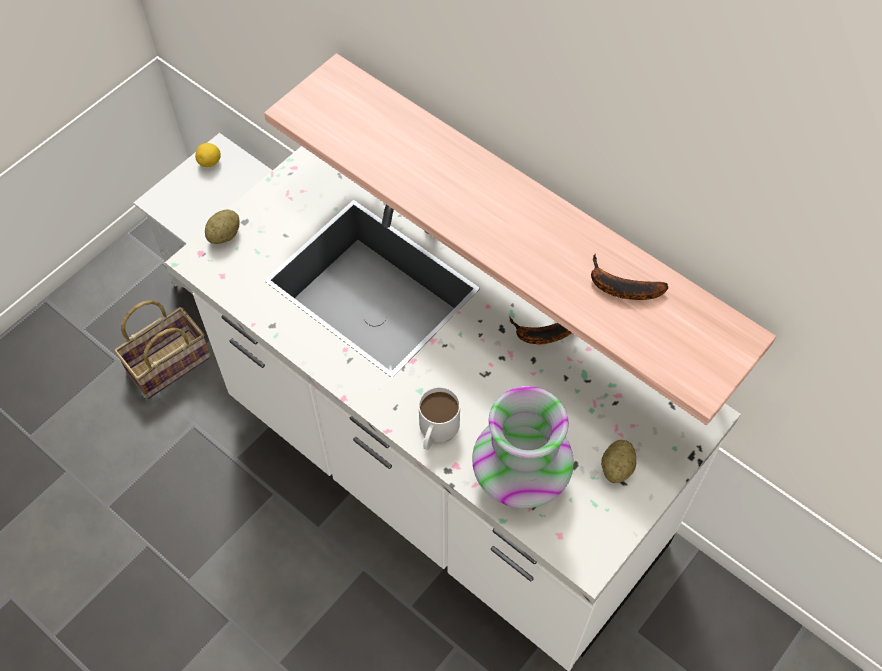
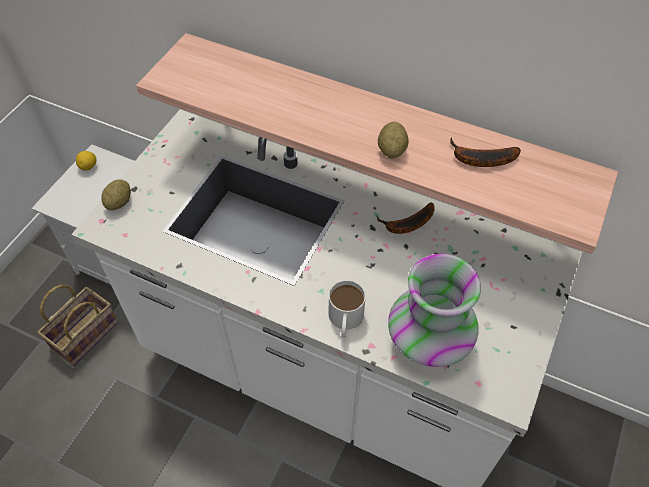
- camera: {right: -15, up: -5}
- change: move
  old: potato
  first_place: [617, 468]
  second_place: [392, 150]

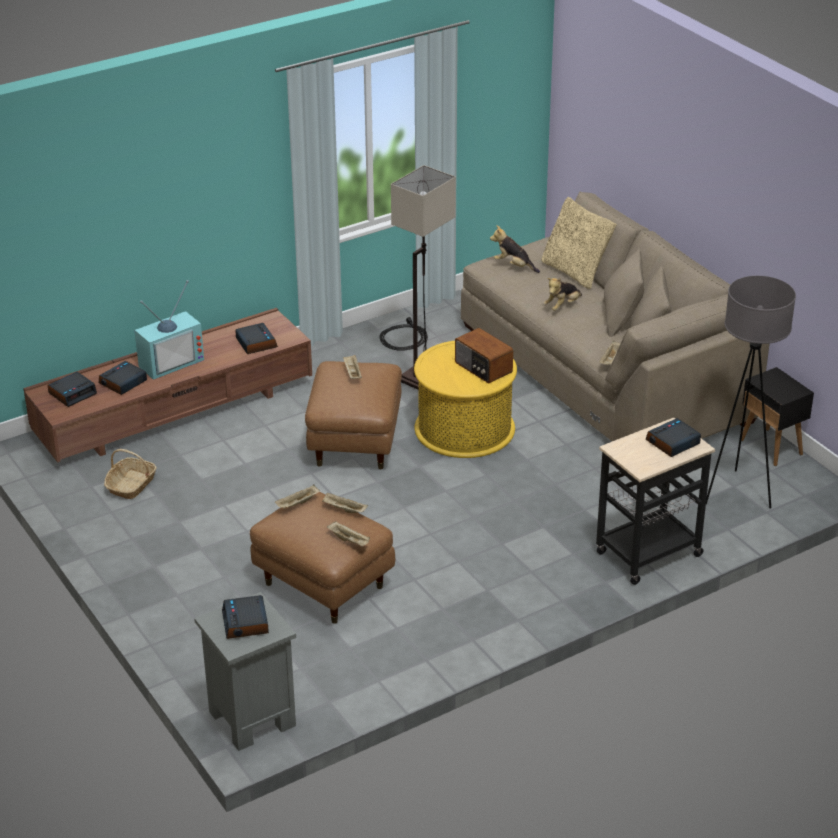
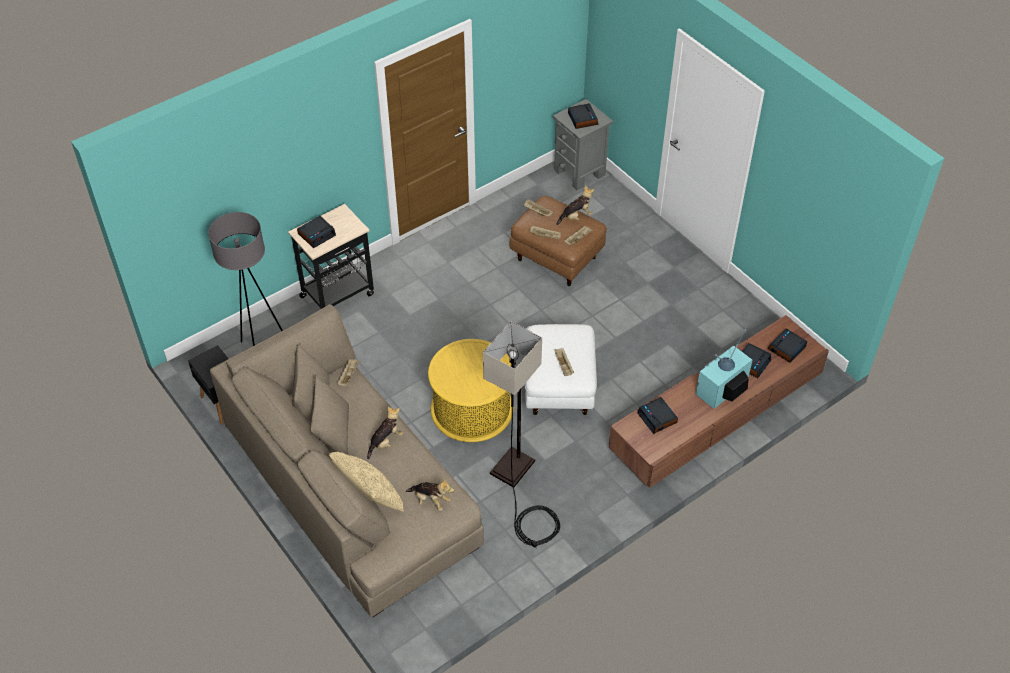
- camera: {right: 175, up: 15}
- change: delete
  old: storage basket
  first_place: [131, 485]
- change: delete
  old: radio receiver
  first_place: [483, 368]
- change: insert
  new: soft toy
  second_place: [576, 217]
- change: recolor
  old: brown-coloured pouffe
  new: white-coloured pouffe
  first_place: [355, 442]
  second_place: [559, 389]

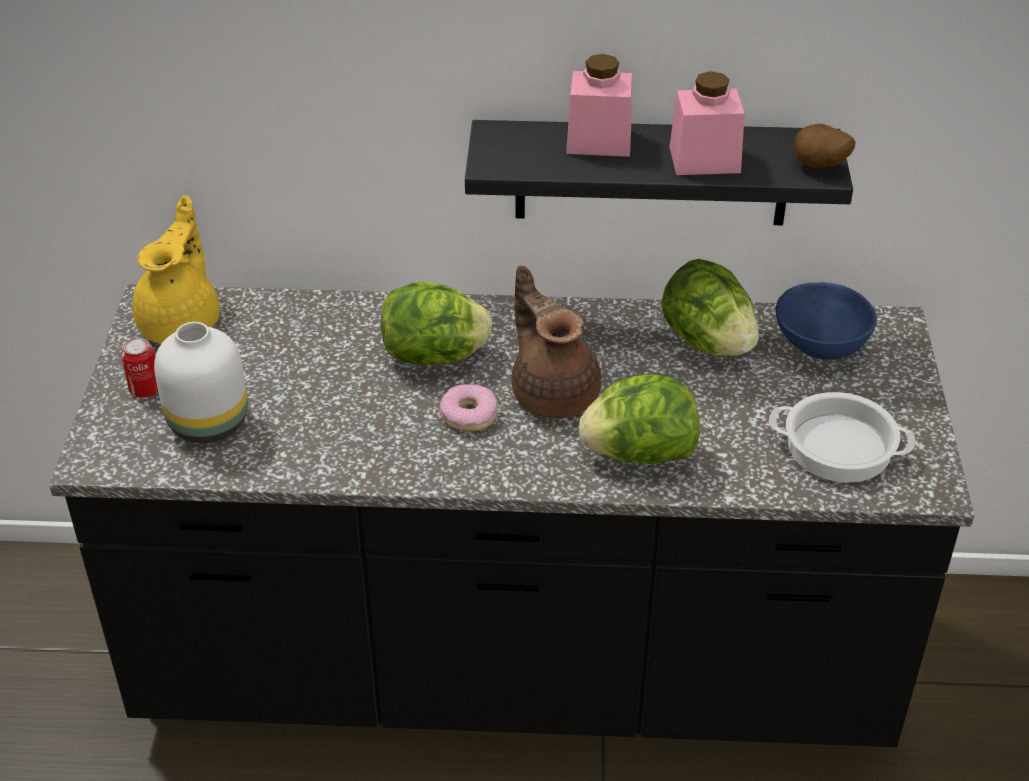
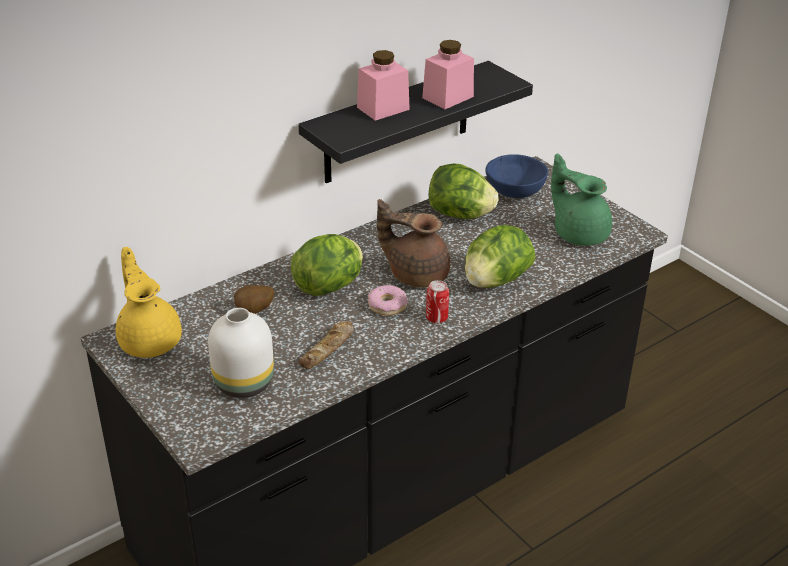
- camera: {right: -40, up: -5}
- change: insert
  new: bread
  second_place: [328, 349]
- change: move
  old: sealed can
  first_place: [145, 389]
  second_place: [436, 318]
- change: move
  old: potato
  first_place: [819, 167]
  second_place: [254, 312]
- change: replace
  old: saucepot
  new: greenish teapot
  first_place: [840, 446]
  second_place: [579, 233]

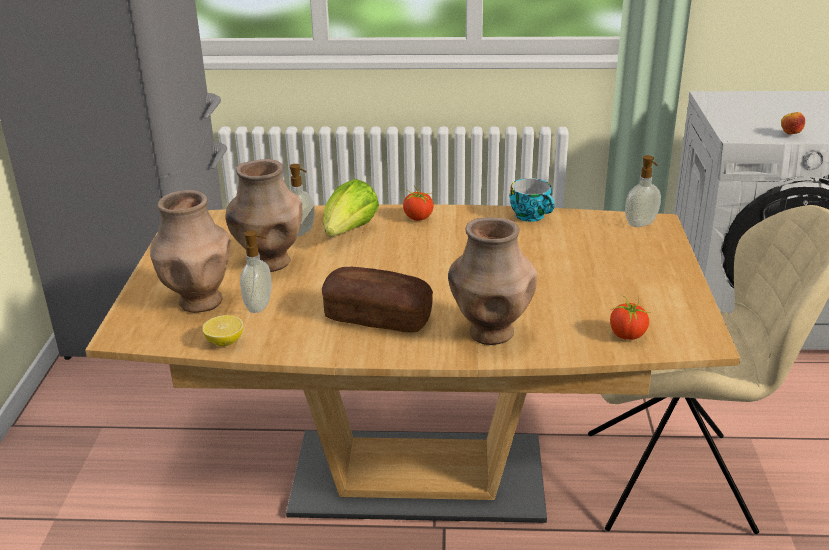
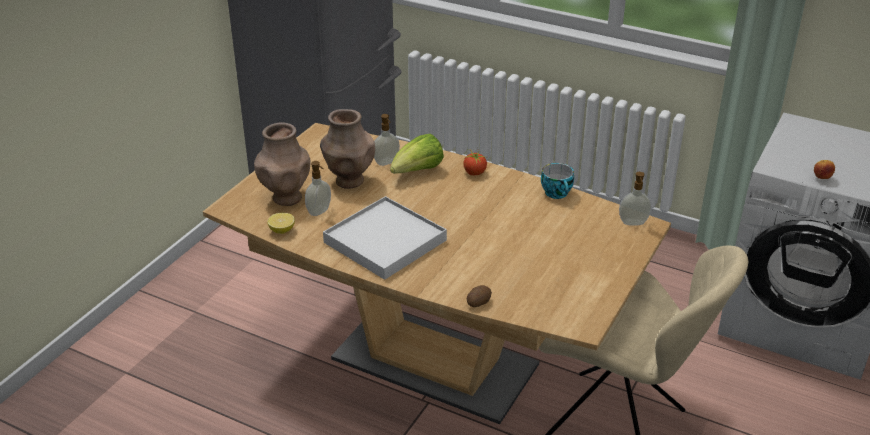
- camera: {right: 25, up: 5}
- change: delete
  old: brown-coloured flower vase
  first_place: [490, 333]
- change: delete
  old: tomato
  first_place: [627, 335]
- change: insert
  new: potato
  second_place: [478, 302]
- change: replace
  old: bread
  new: white-coloured serving tray
  first_place: [378, 317]
  second_place: [385, 241]

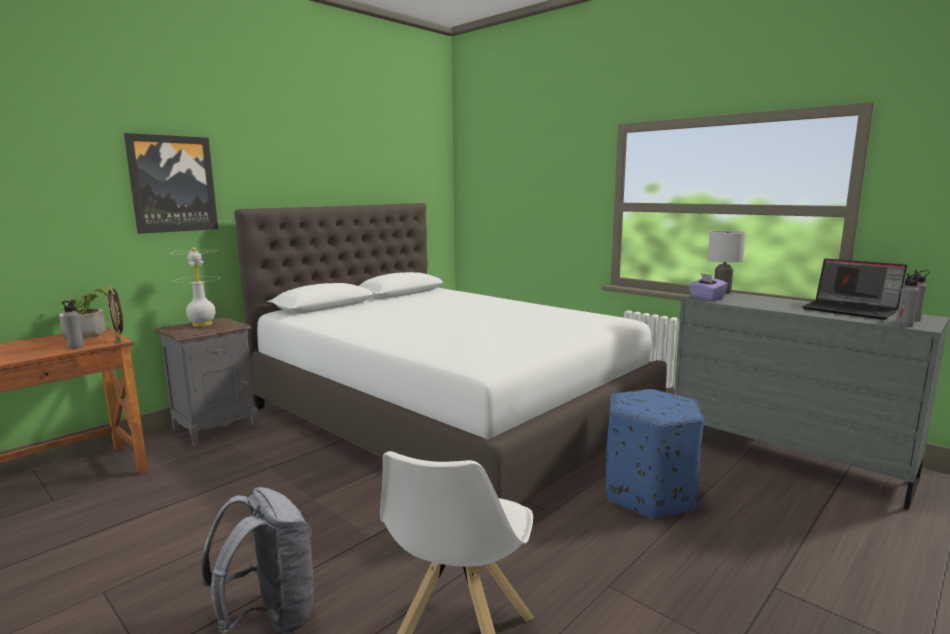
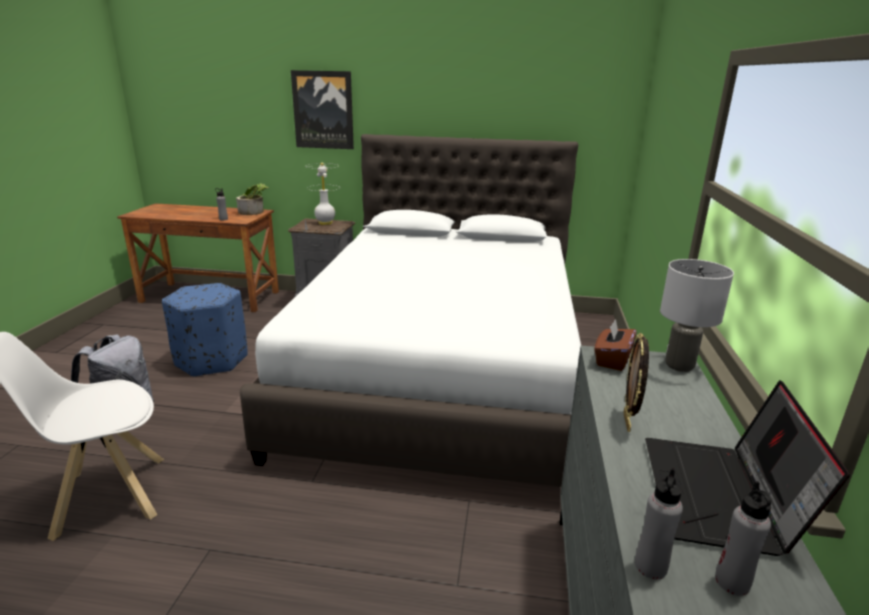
- camera: {right: 55, up: 10}
- change: move
  old: standing frame
  first_place: [119, 340]
  second_place: [628, 422]
- change: move
  old: blue pouffe
  first_place: [648, 494]
  second_place: [212, 360]
- change: recolor
  old: purple-coloured box of tissues
  new: brown-coloured box of tissues
  first_place: [706, 298]
  second_place: [612, 360]

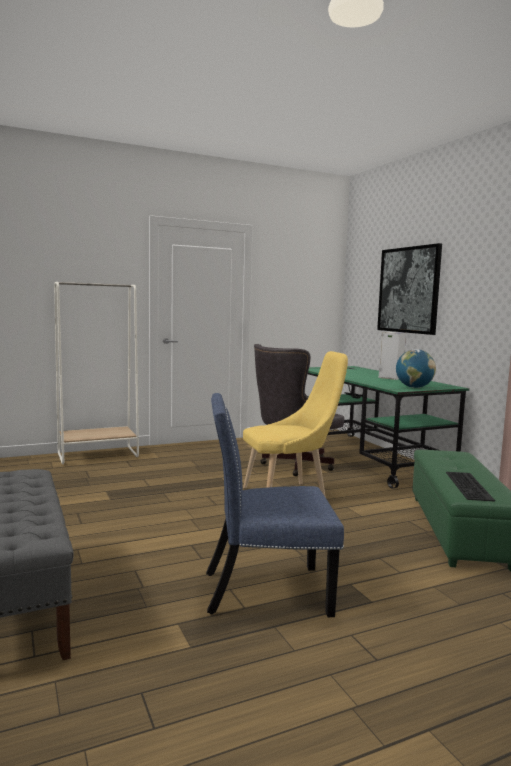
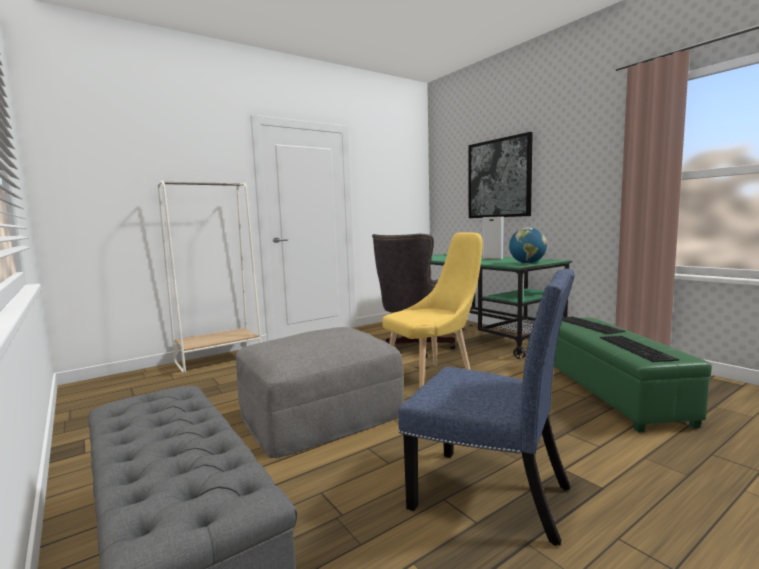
- camera: {right: -10, up: 0}
- change: insert
  new: grey pouffe
  second_place: [320, 414]
- change: insert
  new: computer keyboard
  second_place: [590, 325]
- change: rotate
  old: blue plain chair
  first_place: [269, 591]
  second_place: [488, 494]
  degrees: -135

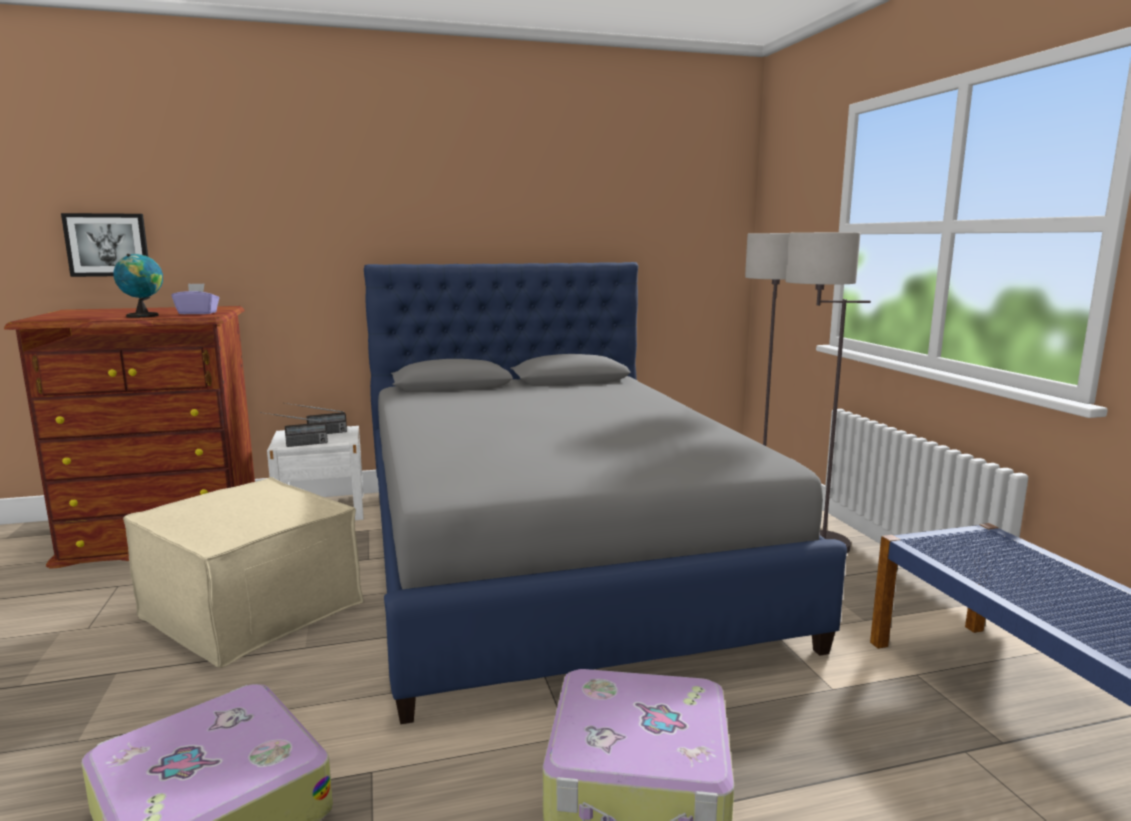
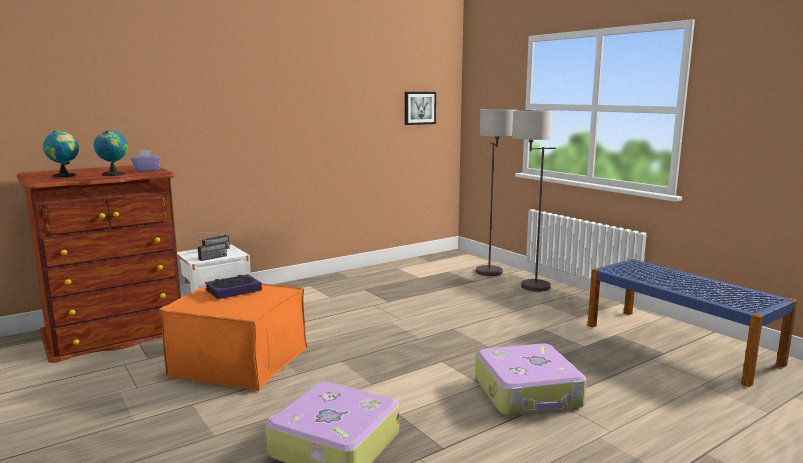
- camera: {right: -20, up: 0}
- change: delete
  old: grey sleeping bed
  first_place: [552, 554]
- change: insert
  new: desk globe
  second_place: [65, 176]
- change: insert
  new: bound book
  second_place: [233, 290]
- change: move
  old: wall picture
  first_place: [107, 245]
  second_place: [419, 108]
- change: recolor
  old: beige pouffe
  new: orange pouffe
  first_place: [253, 609]
  second_place: [240, 361]

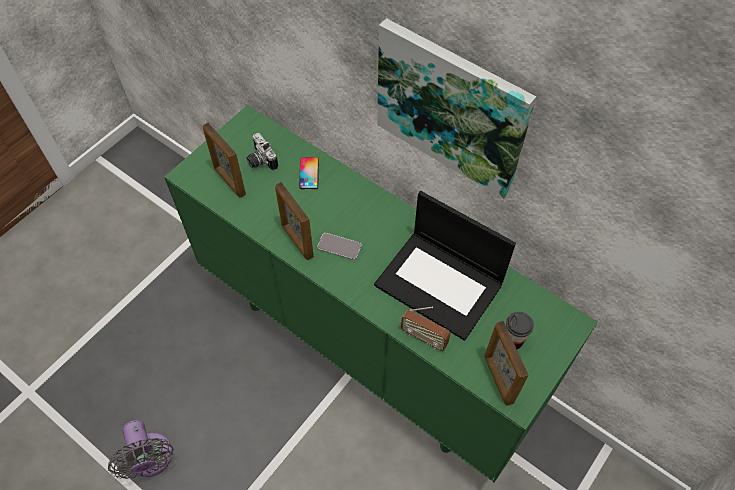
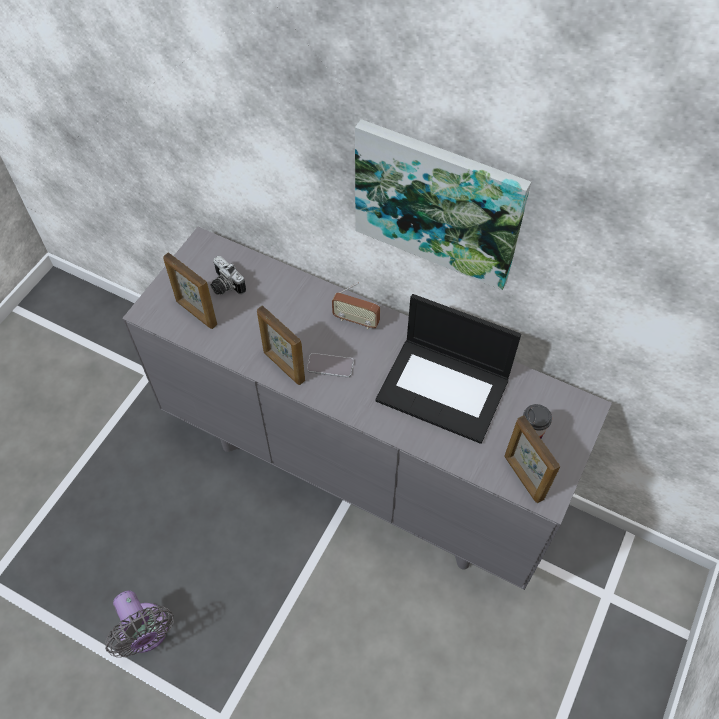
- camera: {right: -10, up: 0}
- change: delete
  old: handset
  first_place: [309, 173]
- change: move
  old: radio receiver
  first_place: [424, 337]
  second_place: [356, 320]
- change: recolor
  old: greenish drawer chest
  new: grey drawer chest
  first_place: [367, 346]
  second_place: [359, 470]

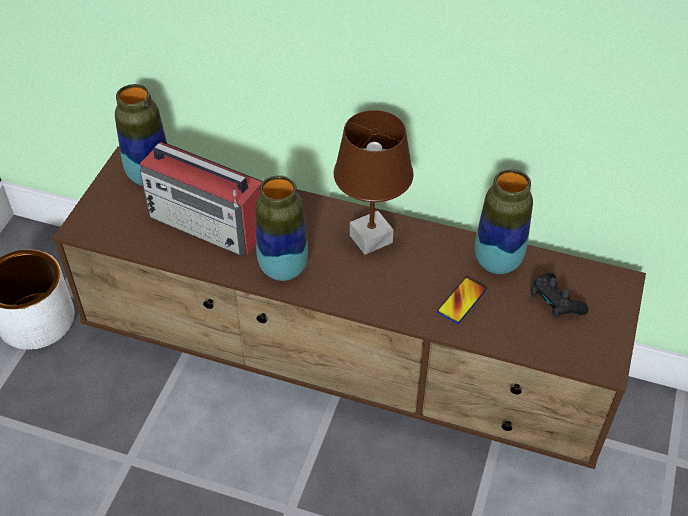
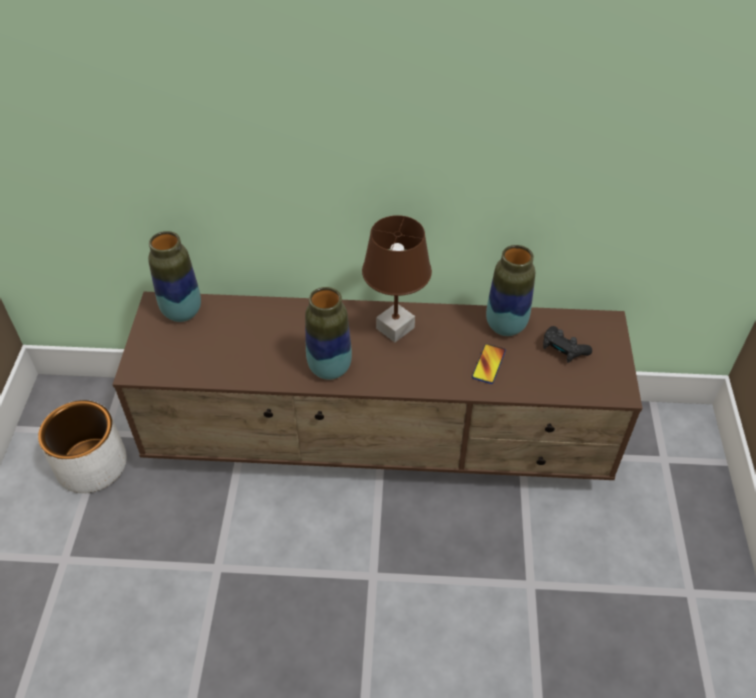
- camera: {right: -15, up: 0}
- change: delete
  old: radio receiver
  first_place: [208, 223]

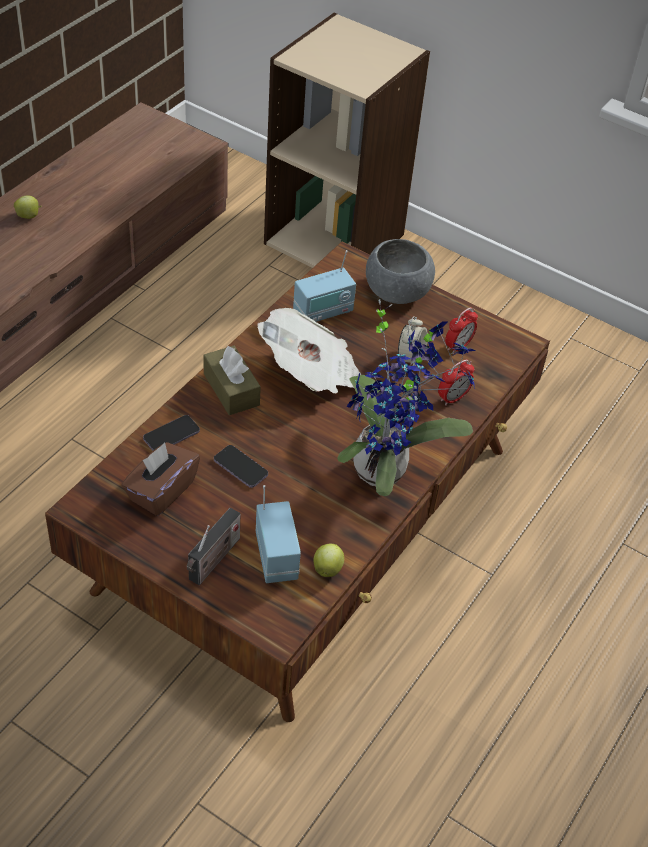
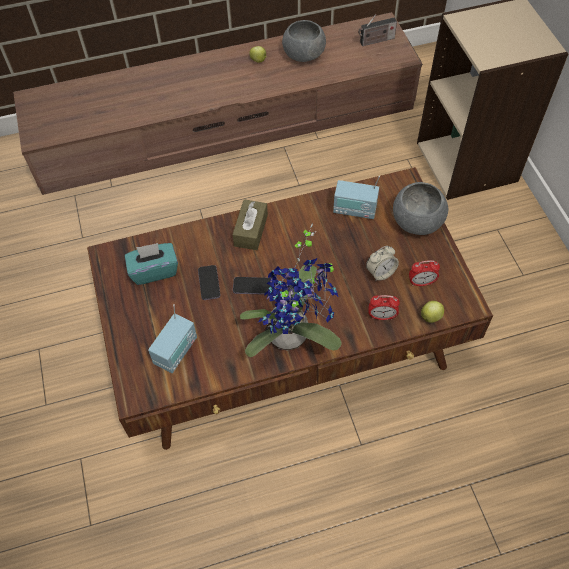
- camera: {right: 45, up: 10}
- change: delete
  old: daily paper
  first_place: [312, 374]
- change: insert
  new: grey serving bowl
  second_place: [304, 54]
- change: move
  old: handset
  first_place: [171, 435]
  second_place: [252, 286]
- change: move
  old: radio receiver
  first_place: [213, 561]
  second_place: [375, 41]
- change: move
  old: apple
  first_place: [327, 568]
  second_place: [431, 316]
- change: recolor
  old: brown-coloured box of tissues
  new: turquoise-coloured box of tissues
  first_place: [161, 491]
  second_place: [154, 271]

